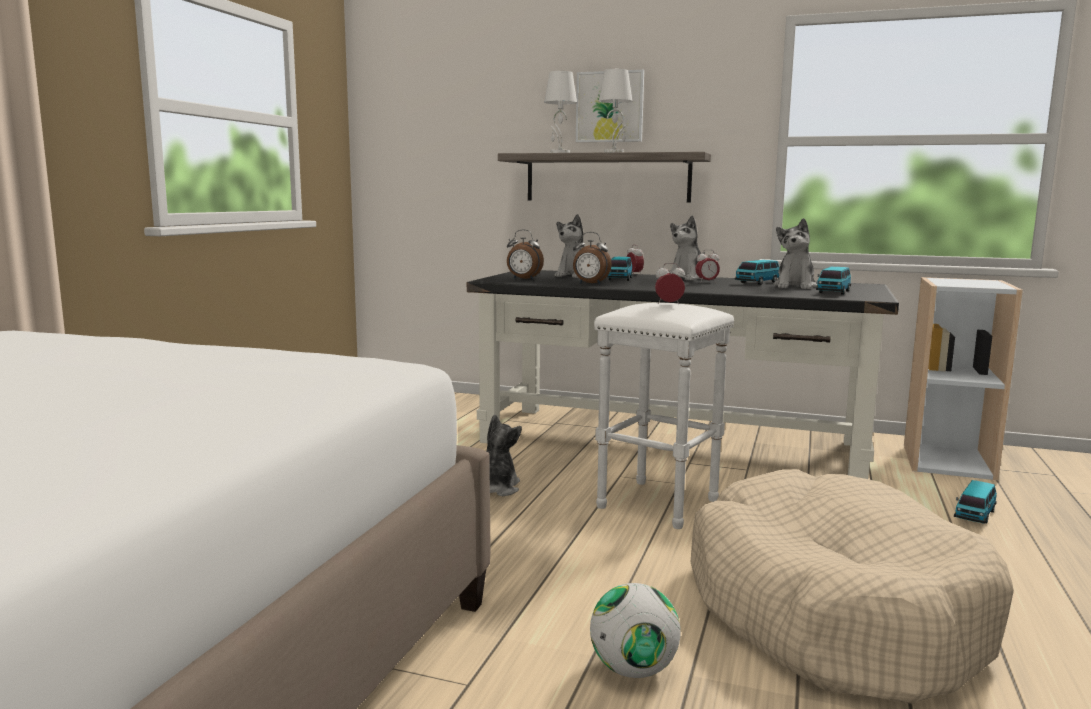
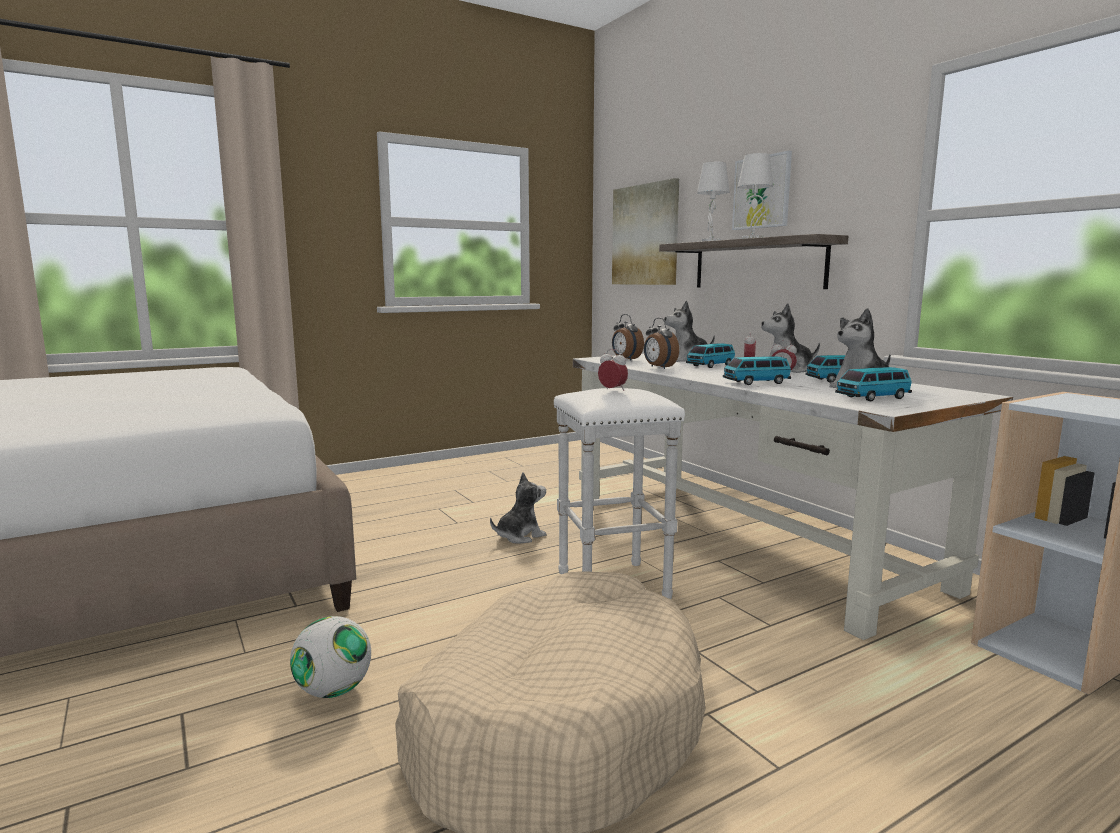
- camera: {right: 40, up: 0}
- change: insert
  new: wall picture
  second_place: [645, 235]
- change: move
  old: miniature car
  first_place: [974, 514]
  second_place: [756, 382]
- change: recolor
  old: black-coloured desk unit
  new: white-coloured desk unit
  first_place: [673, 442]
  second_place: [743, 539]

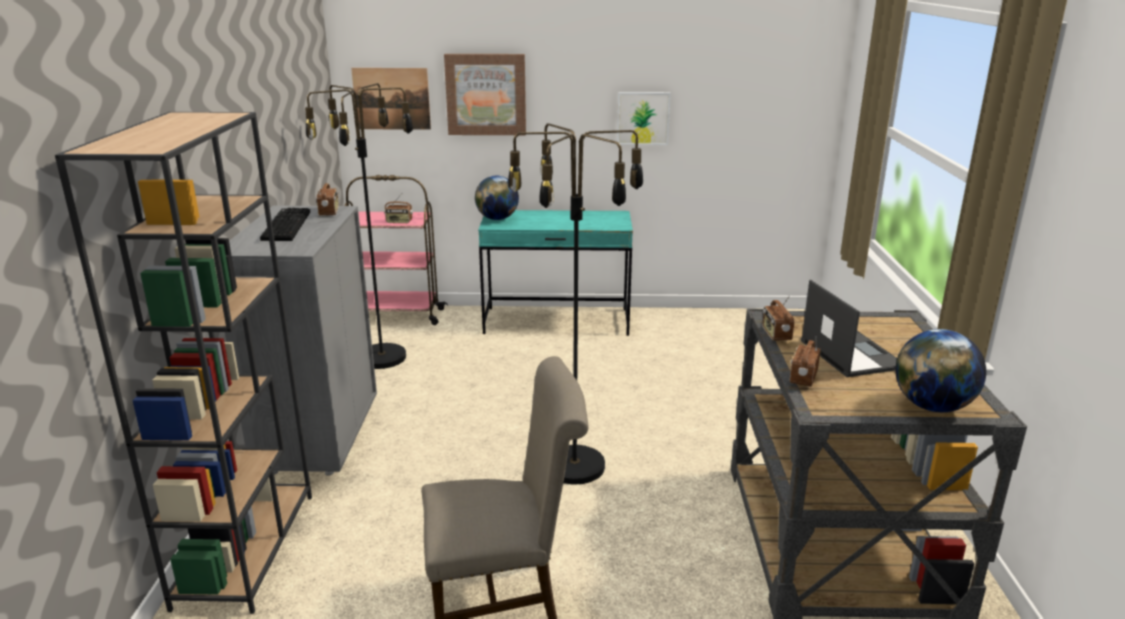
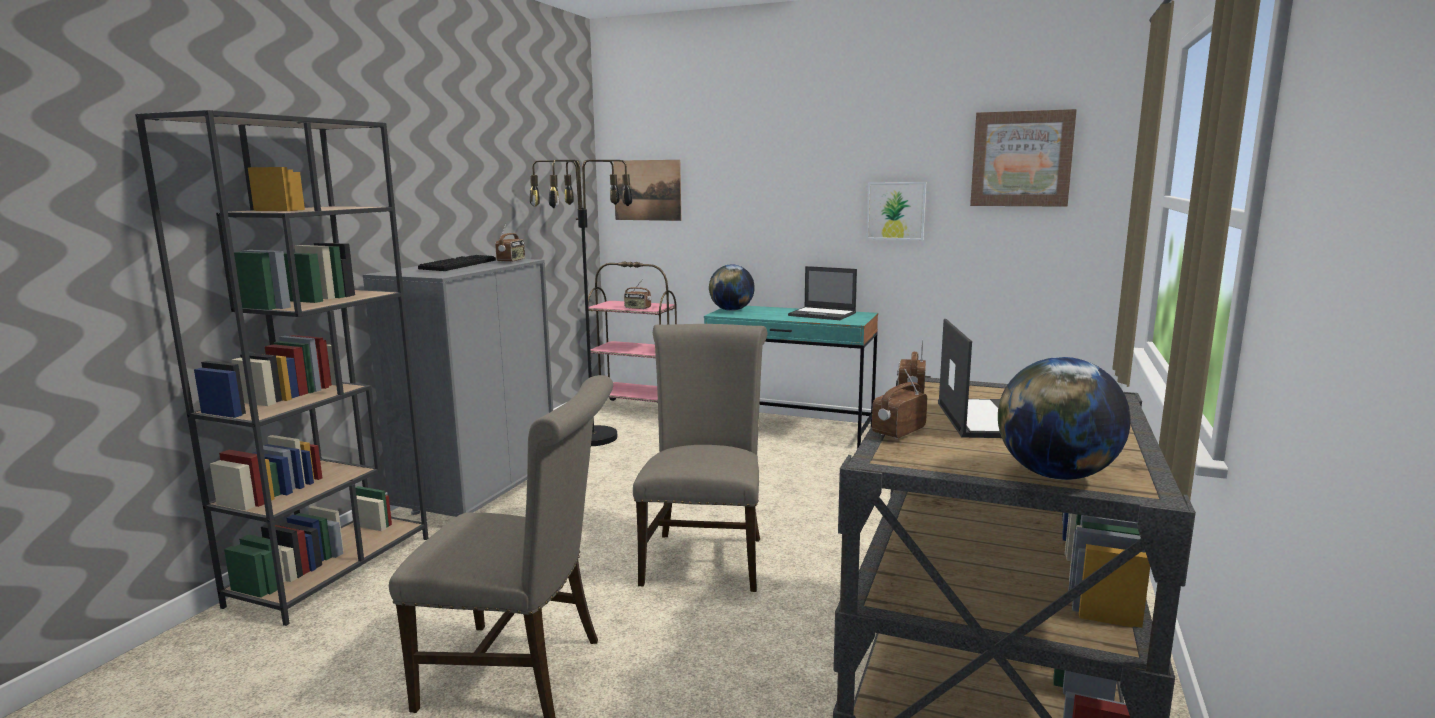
- camera: {right: 20, up: -10}
- change: insert
  new: laptop
  second_place: [823, 314]
- change: move
  old: wall picture
  first_place: [486, 94]
  second_place: [1021, 159]
- change: replace
  old: standard lamp
  new: beige plain chair
  first_place: [573, 467]
  second_place: [705, 556]

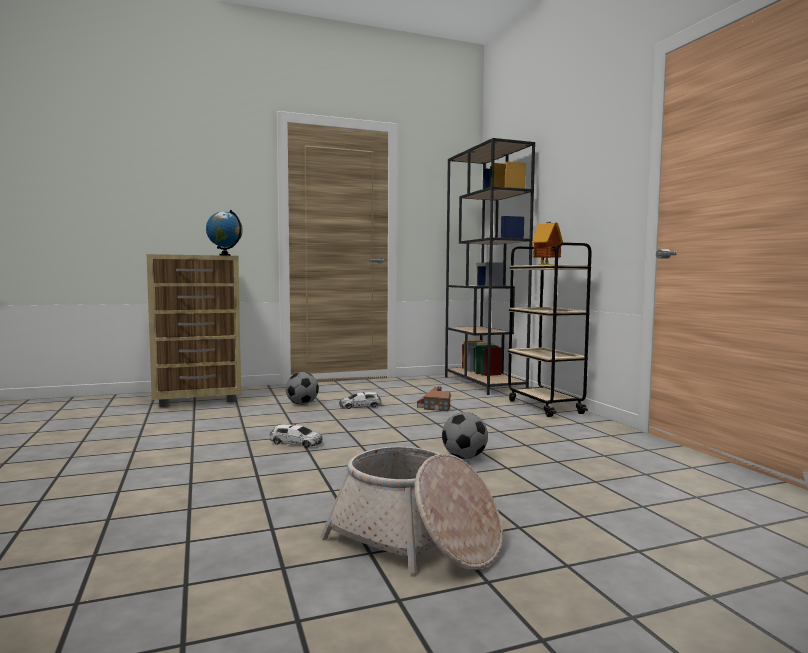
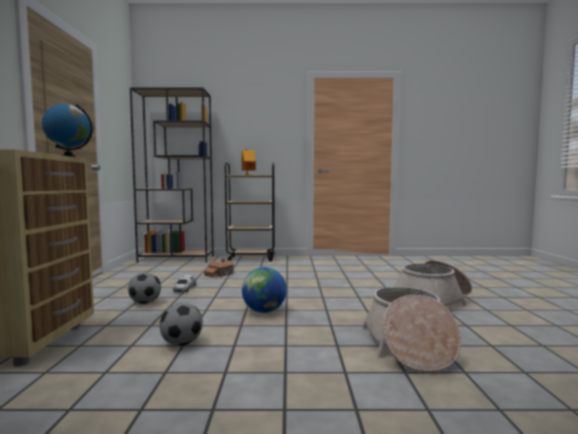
- camera: {right: -70, up: 0}
- change: insert
  new: storage basket
  second_place: [408, 346]
- change: move
  old: football
  first_place: [464, 457]
  second_place: [181, 343]
- change: replace
  old: miniature car
  new: desk globe
  first_place: [296, 443]
  second_place: [264, 311]

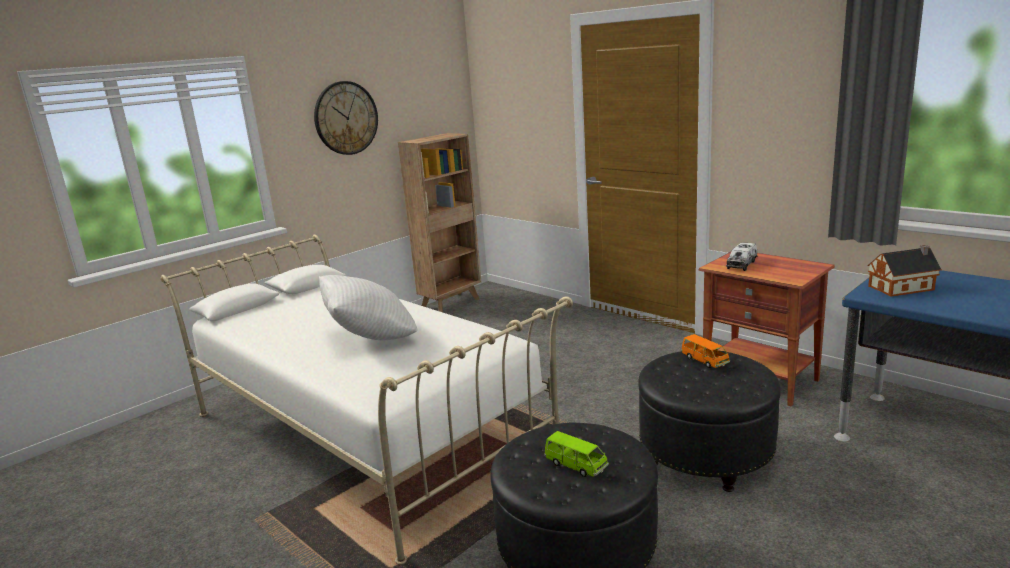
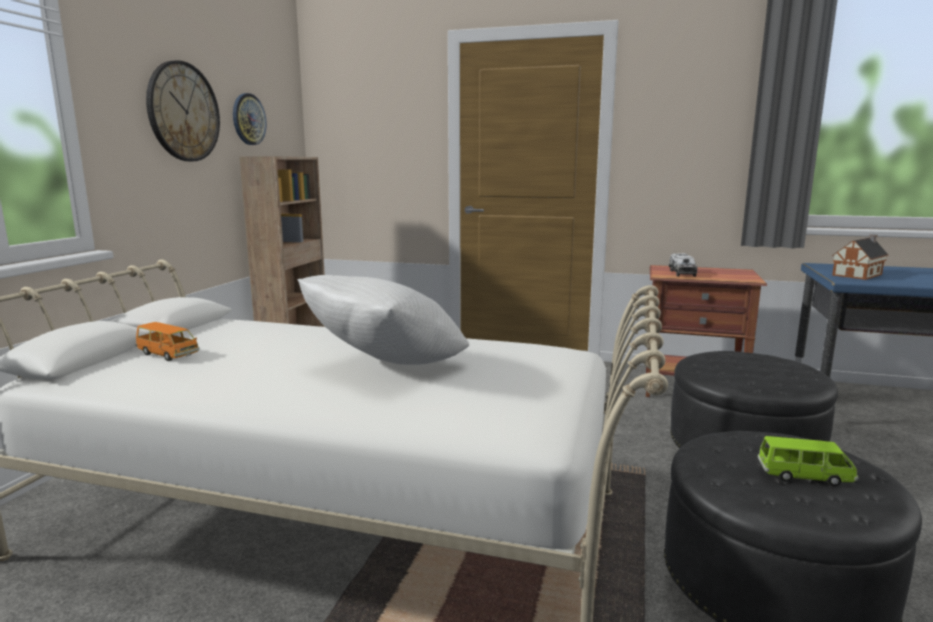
- camera: {right: -30, up: -5}
- change: insert
  new: clock on the wall
  second_place: [248, 119]
- change: move
  old: orange miniature car
  first_place: [704, 361]
  second_place: [168, 354]

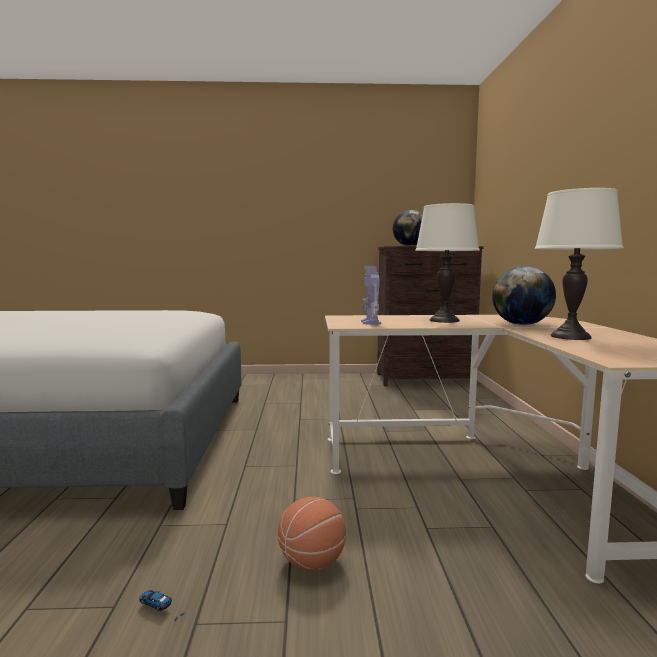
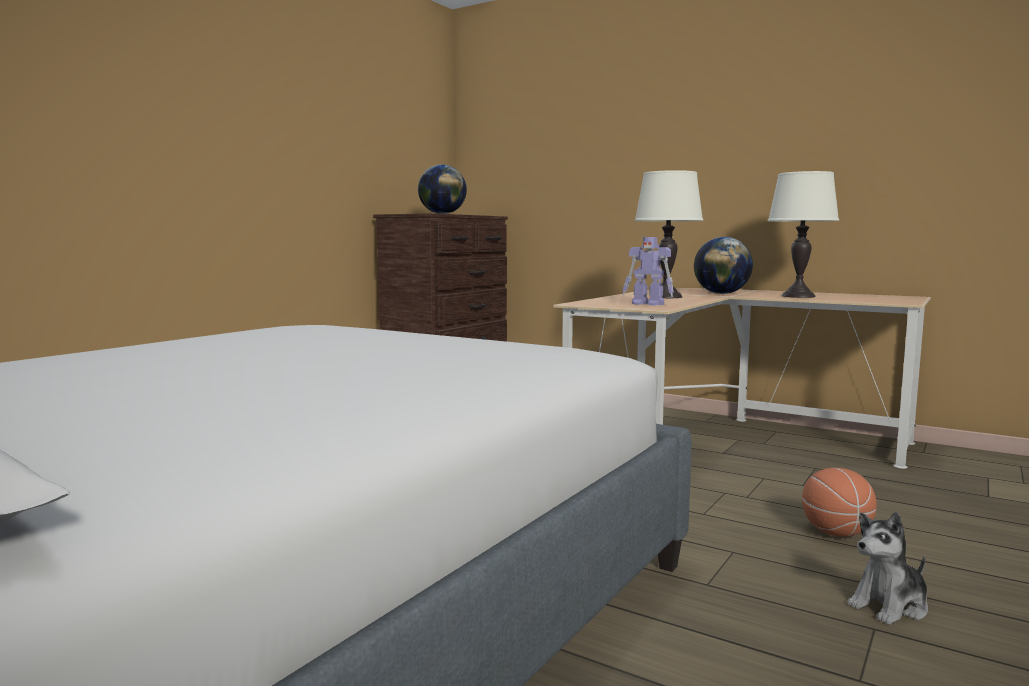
- camera: {right: -55, up: 0}
- change: replace
  old: miniature car
  new: soft toy
  first_place: [161, 610]
  second_place: [890, 606]

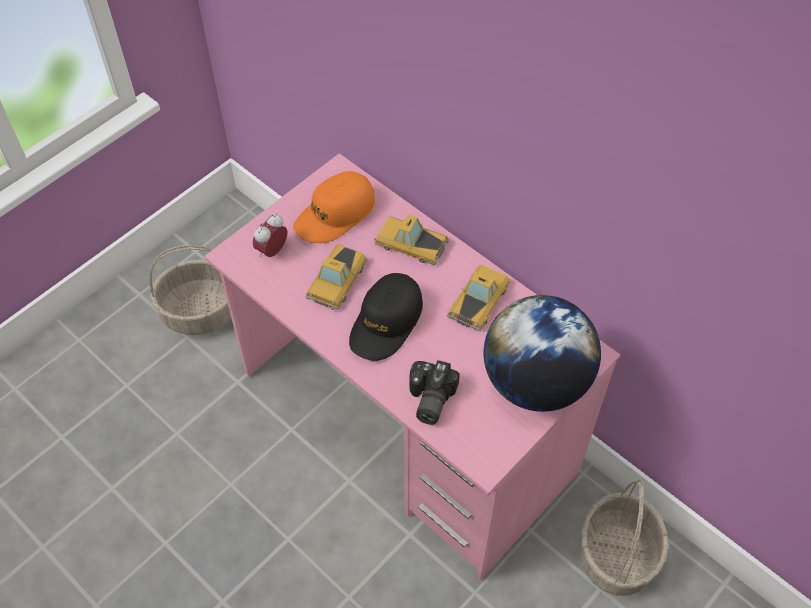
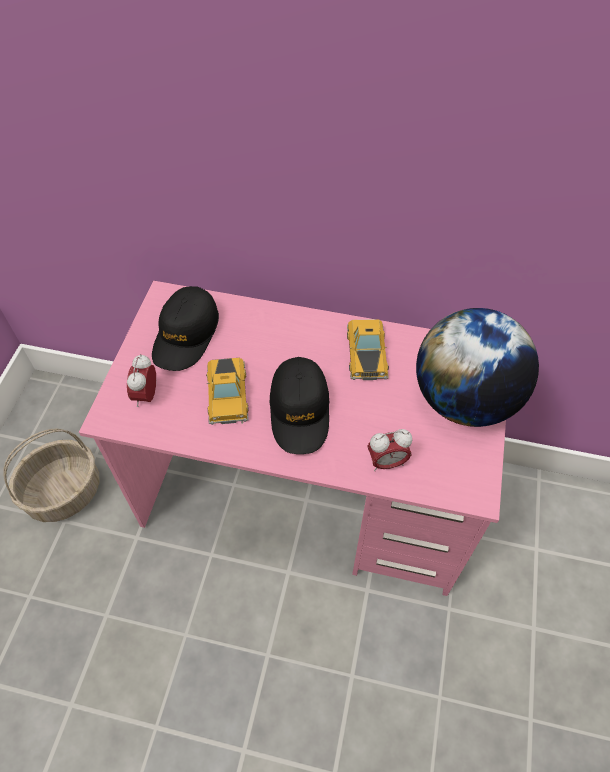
- camera: {right: -30, up: 0}
- change: delete
  old: miniature car
  first_place: [410, 242]
- change: delete
  old: storage basket
  first_place: [615, 554]
- change: replace
  old: photo camera
  new: table clock
  first_place: [428, 399]
  second_place: [386, 462]
- change: recolor
  old: orange peaked cap
  new: black-coloured peaked cap
  first_place: [335, 214]
  second_place: [186, 335]

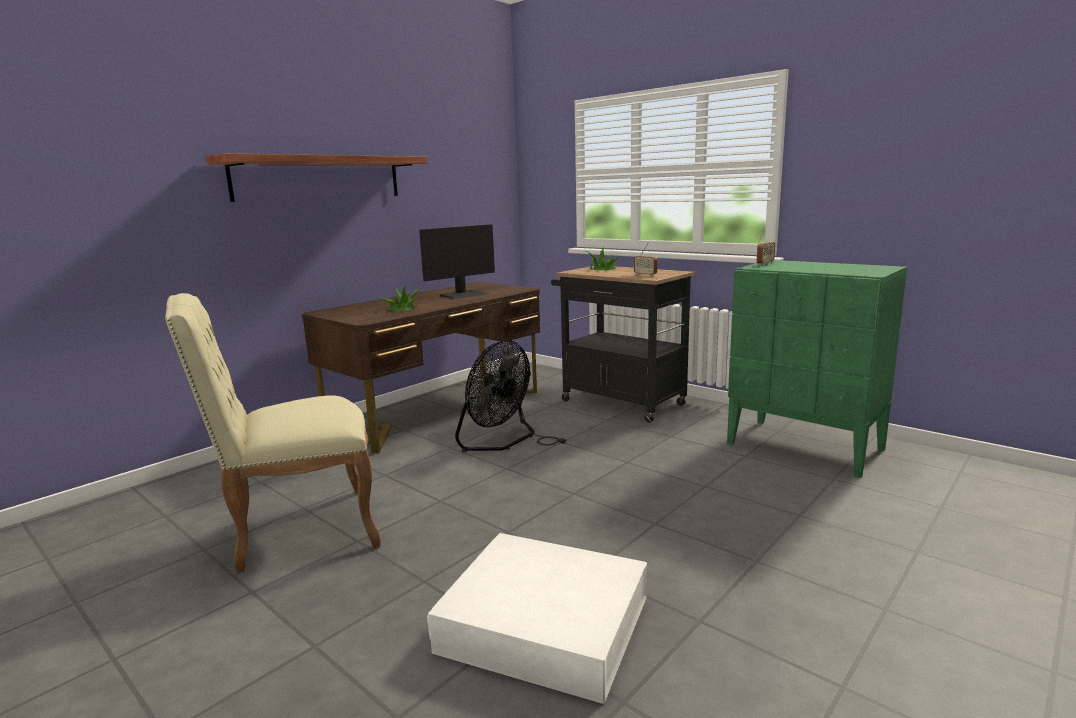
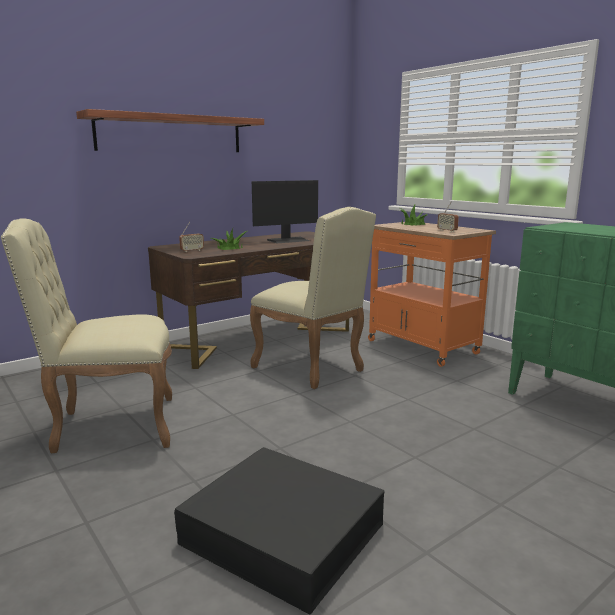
- camera: {right: 10, up: 0}
- change: move
  old: radio receiver
  first_place: [764, 264]
  second_place: [192, 251]
- change: replace
  old: black-coloured fan
  new: beige plain chair
  first_place: [511, 439]
  second_place: [312, 368]
- change: recolor
  old: white-coloured storage container
  new: black-coloured storage container
  first_place: [544, 624]
  second_place: [282, 533]
- change: recolor
  old: black-coloured cart
  new: orange cart
  first_place: [619, 402]
  second_place: [419, 346]

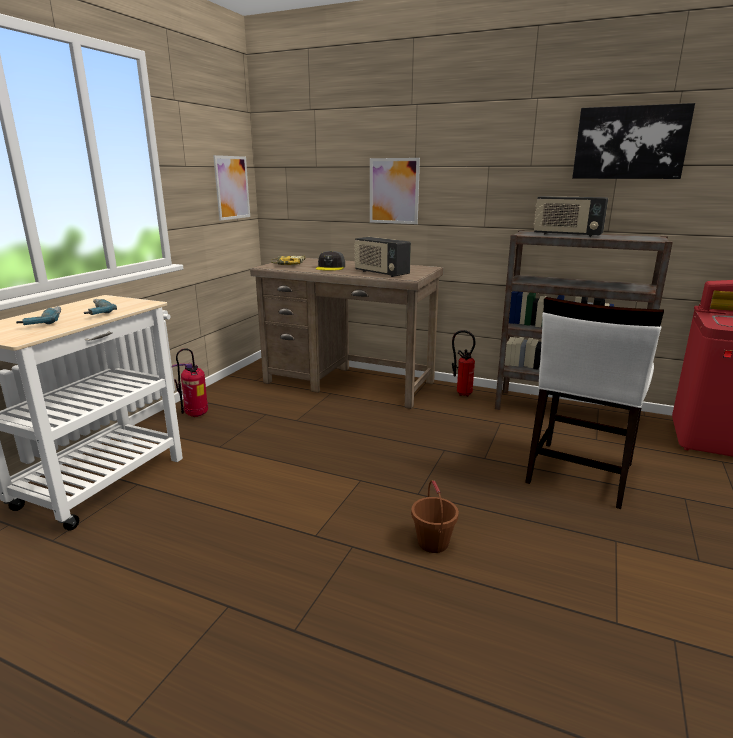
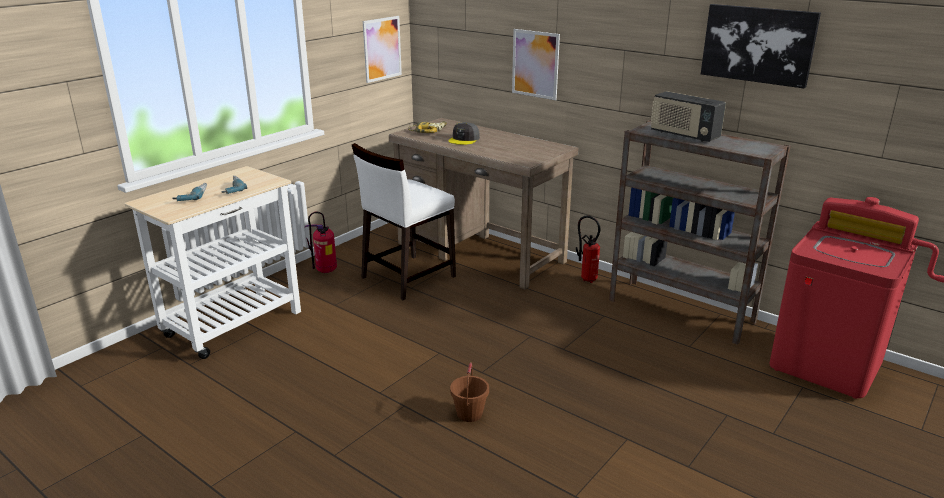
- camera: {right: 15, up: 5}
- change: delete
  old: radio receiver
  first_place: [381, 273]
- change: move
  old: white-coloured plain chair
  first_place: [578, 473]
  second_place: [407, 277]

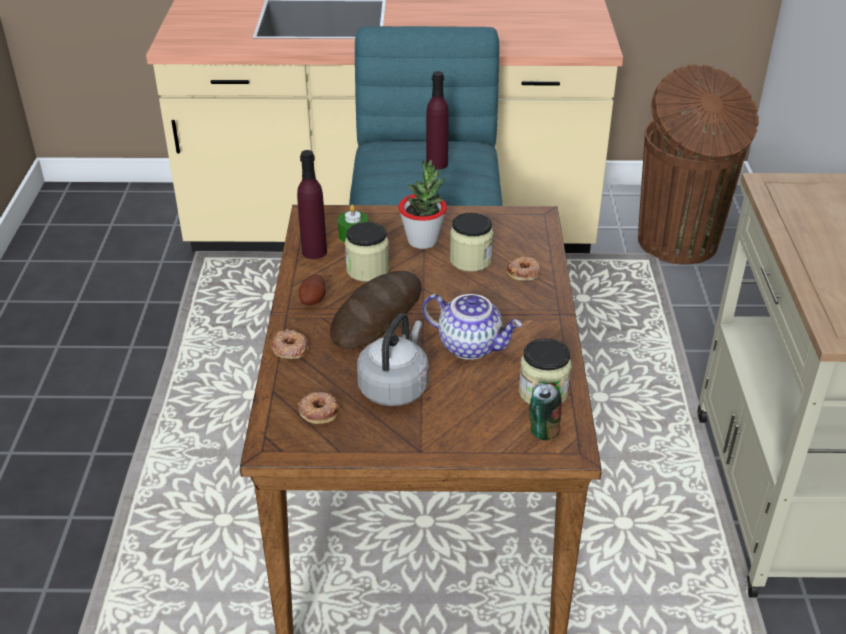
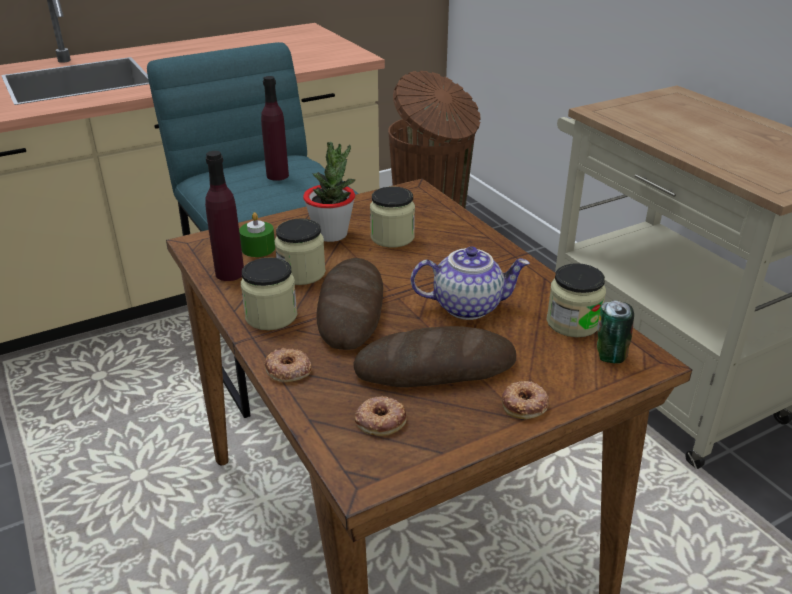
- camera: {right: -30, up: -5}
- change: move
  old: ring doughnut
  first_place: [524, 272]
  second_place: [525, 404]
- change: replace
  old: potato
  new: jar
  first_place: [314, 300]
  second_place: [271, 316]
- change: replace
  old: grey tea kettle
  new: bread
  first_place: [395, 387]
  second_place: [435, 367]

